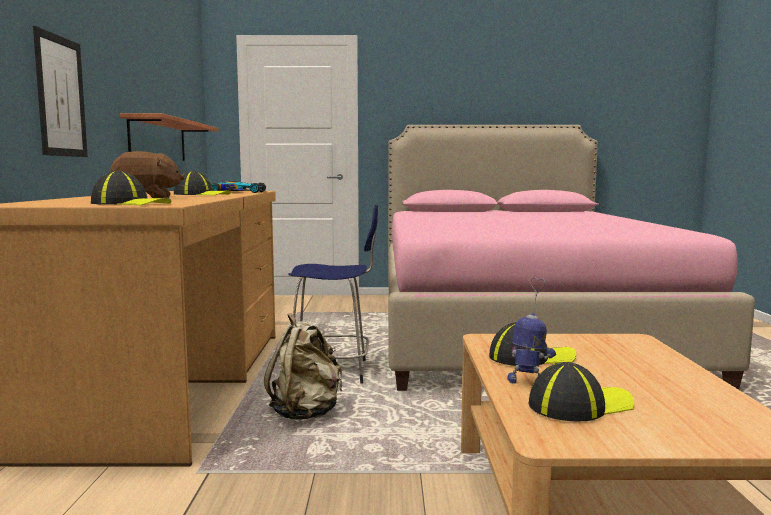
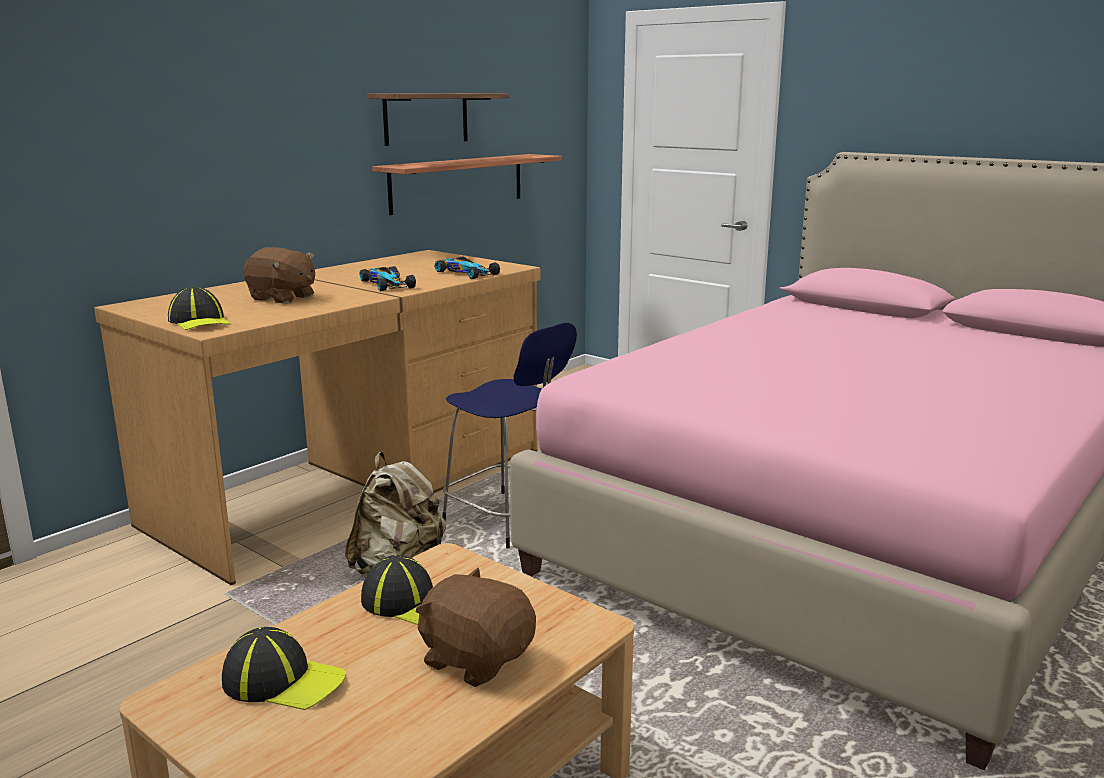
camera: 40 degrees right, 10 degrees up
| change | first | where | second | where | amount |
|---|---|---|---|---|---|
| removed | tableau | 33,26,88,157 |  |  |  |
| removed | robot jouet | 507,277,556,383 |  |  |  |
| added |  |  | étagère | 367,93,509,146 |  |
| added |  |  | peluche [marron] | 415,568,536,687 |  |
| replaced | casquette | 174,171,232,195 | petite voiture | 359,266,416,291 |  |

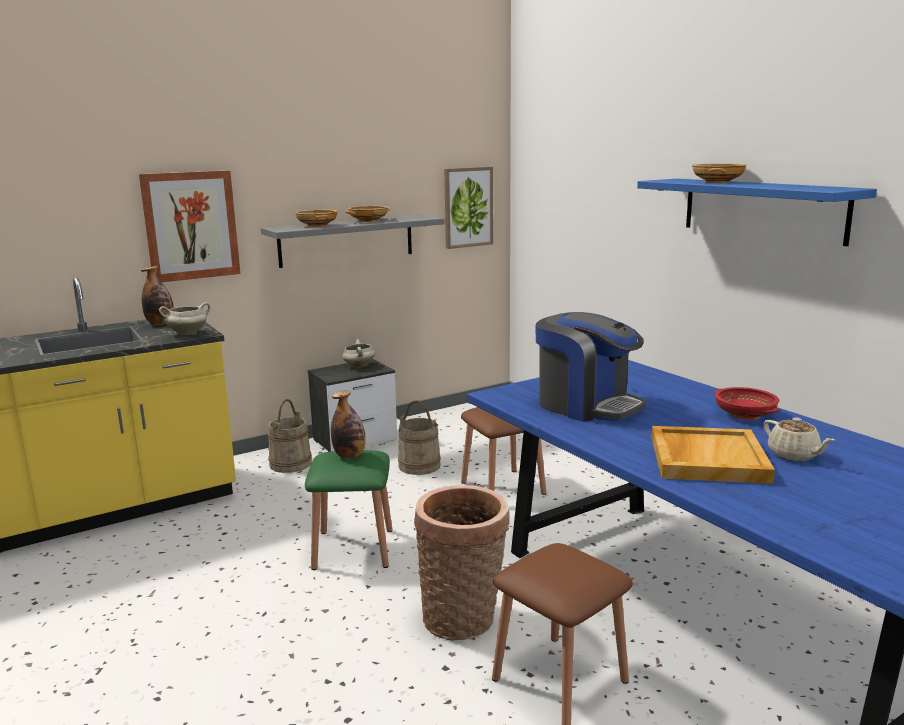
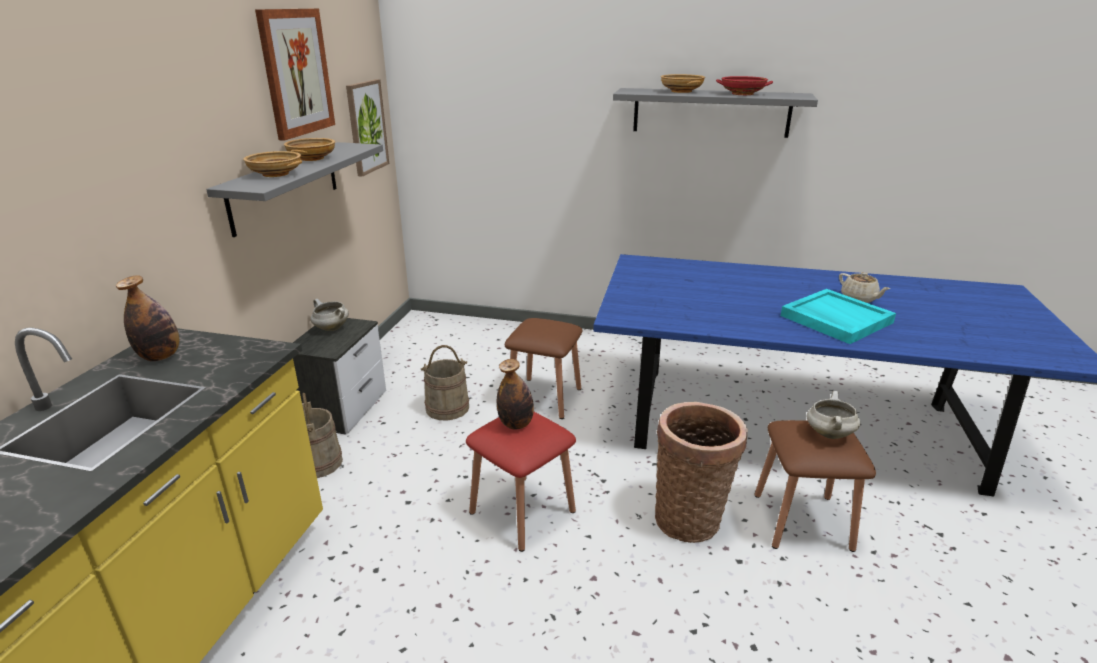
camera: 45 degrees left, 10 degrees up
| change | first | where | second | where | amount |
|---|---|---|---|---|---|
| removed | machine à café | 535,312,646,422 |  |  |  |
| moved | tableau | 139,171,240,282 |  | 255,9,335,141 |  |
| moved | marmite [blanc] | 159,302,210,335 |  | 807,391,860,439 |  |
| moved | bol [rouge] | 715,387,780,420 |  | 716,76,773,95 |  |
| recoloured | tabouret [vert] | 305,450,392,570 | tabouret [rouge] | 466,412,576,552 |  |
| recoloured | étagère [bleu] | 637,179,877,246 | étagère [gris] | 613,88,818,138 |  |
| recoloured | plateau [beige] | 652,426,775,484 | plateau [turquoise] | 781,289,896,344 |  |
| turned | théière [beige] | 763,418,835,461 |  | 839,272,891,303 | 45 degrees clockwise |

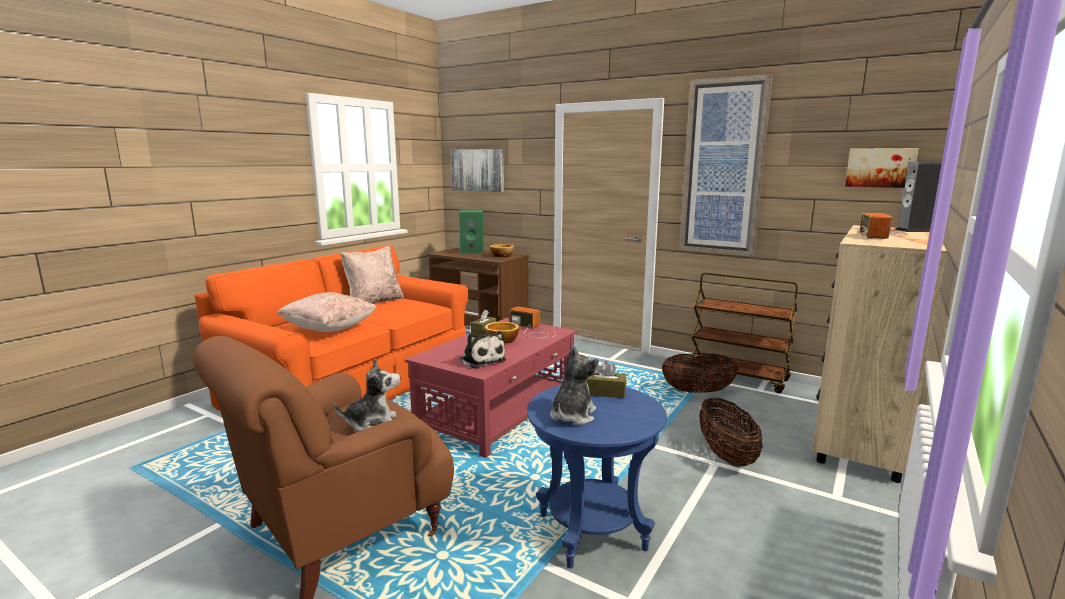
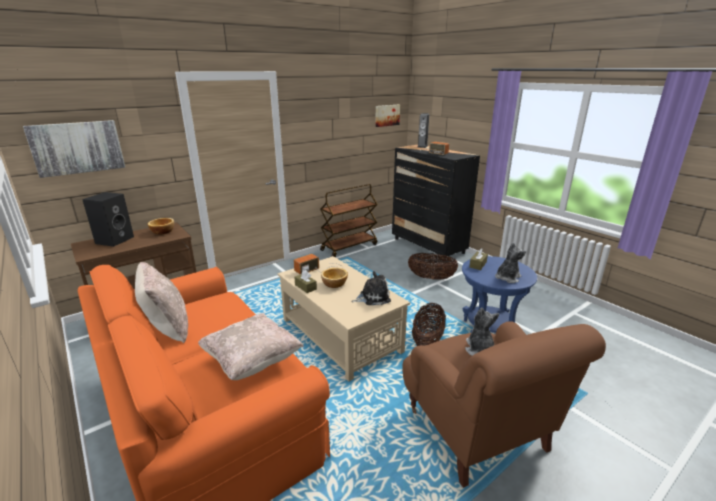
camera: 70 degrees left, 10 degrees up
| change | first | where | second | where | amount |
|---|---|---|---|---|---|
| removed | tableau | 679,74,773,257 |  |  |  |
| moved | panier | 662,353,738,393 |  | 412,303,446,346 |  |
| recoloured | table basse [rouge] | 405,318,577,458 | table basse [beige] | 278,256,410,382 |  |
| recoloured | enceinte [vert] | 459,210,484,254 | enceinte [noir] | 82,192,134,247 |  |
| recoloured | commode [beige] | 812,225,947,483 | commode [noir] | 392,145,480,256 |  |
| turned | peluche | 550,346,599,425 |  | 495,243,526,283 | 90 degrees clockwise |

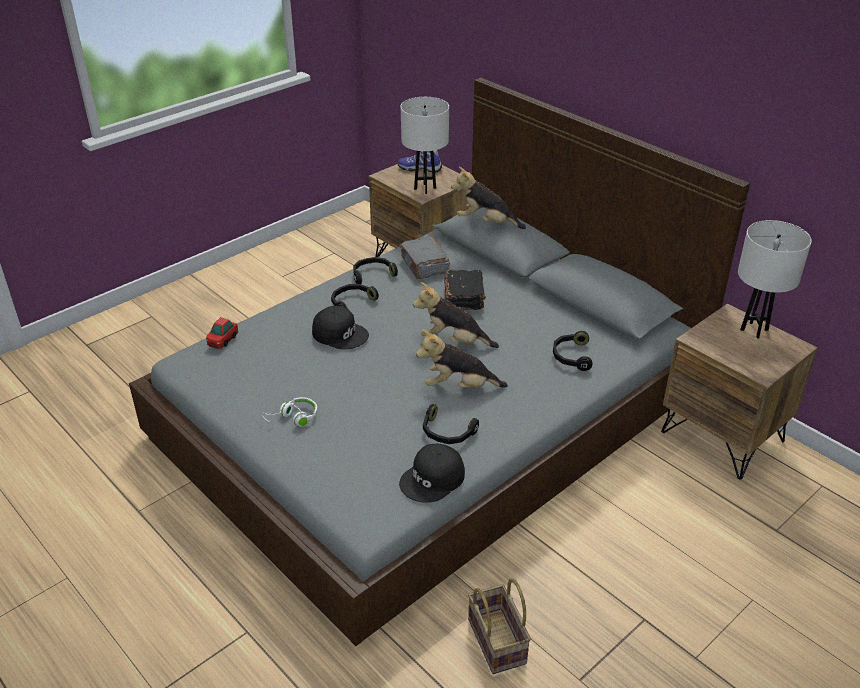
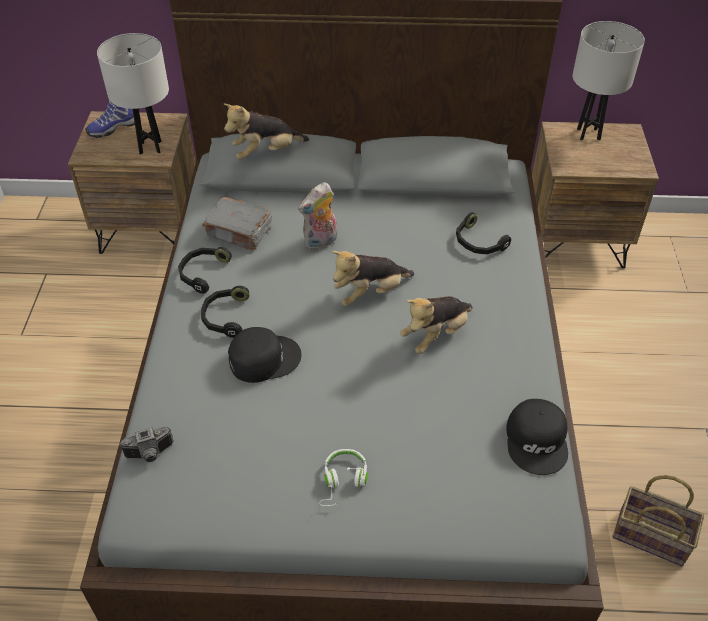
camera: 45 degrees left, 10 degrees up
| change | first | where | second | where | amount |
|---|---|---|---|---|---|
| removed | casque audio [noir] | 423,404,479,444 |  |  |  |
| replaced | petite voiture | 206,317,238,349 | appareil photo | 119,427,174,462 |  |
| replaced | livre [noir] | 444,270,486,310 | peluche | 298,182,338,251 |  |

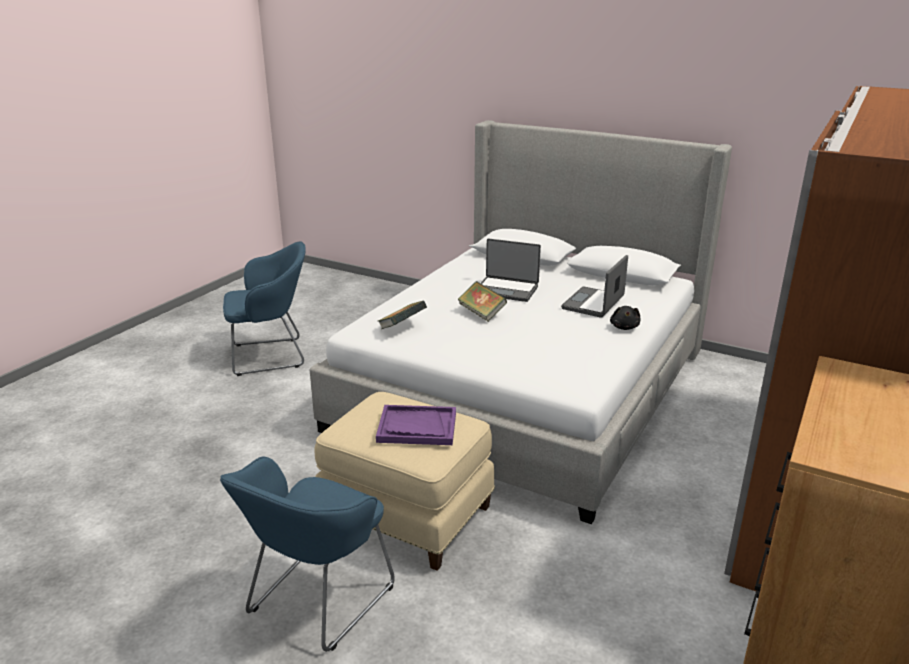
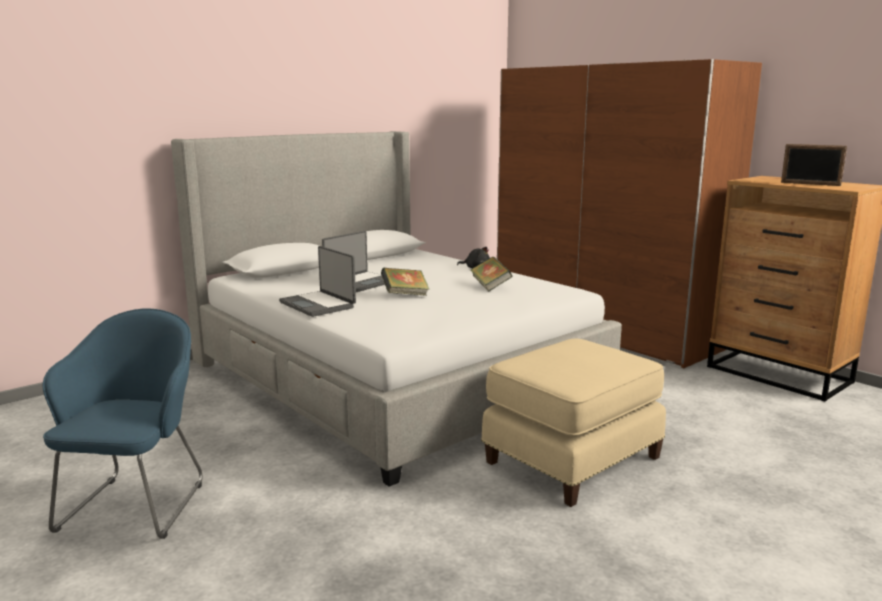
camera: 70 degrees left, 10 degrees down
| change | first | where | second | where | amount |
|---|---|---|---|---|---|
| removed | fauteuil [bleu] | 220,456,395,652 |  |  |  |
| removed | plateau [violet] | 376,405,456,445 |  |  |  |
| added |  |  | cadre photo | 781,144,847,186 |  |
| moved | livre | 378,300,427,329 |  | 471,257,512,292 |  |
| moved | ordinateur portable | 561,255,628,318 |  | 279,246,356,317 |  |

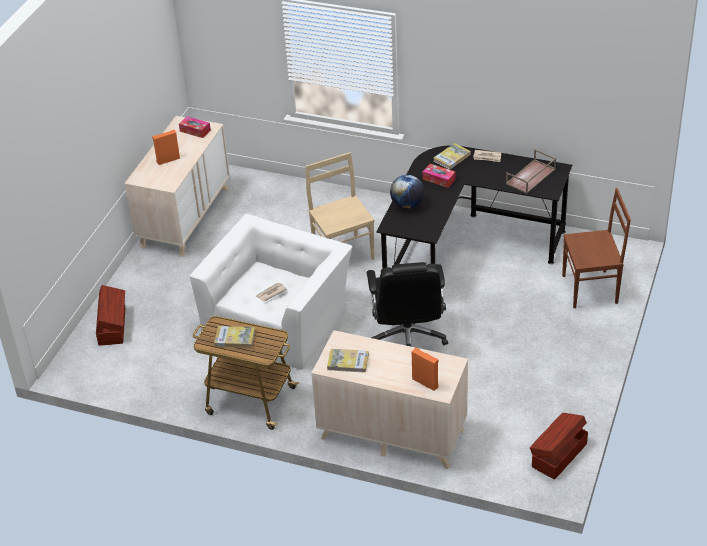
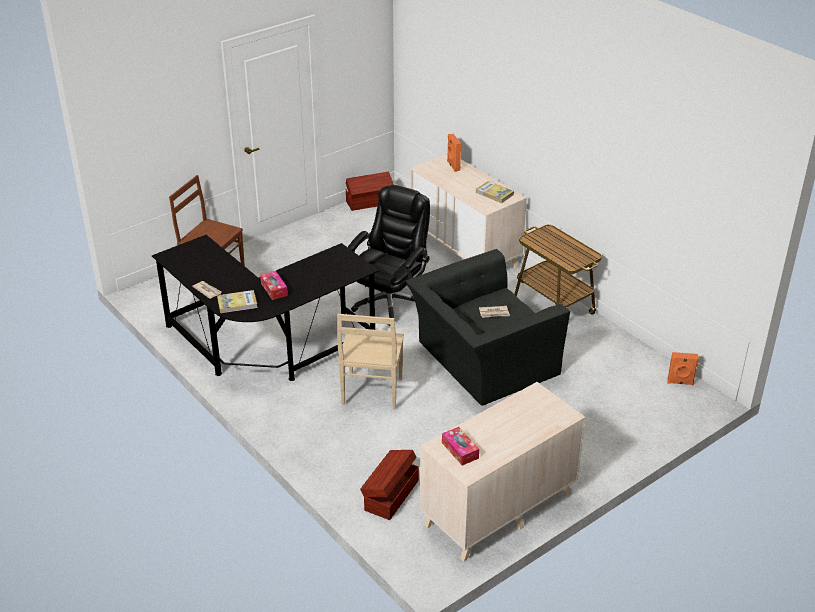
camera: 150 degrees left, 5 degrees down
| change | first | where | second | where | amount |
|---|---|---|---|---|---|
| removed | livre | 214,326,255,348 |  |  |  |
| removed | globe | 390,175,424,209 |  |  |  |
| removed | plateau [marron] | 506,149,556,194 |  |  |  |
| moved | boîte de rangement [marron] | 96,285,125,346 |  | 360,450,419,520 |  |
| moved | enceinte [orange] | 152,129,180,165 |  | 667,352,699,385 |  |
| recoloured | fauteuil [blanc] | 189,214,352,370 | fauteuil [noir] | 406,249,570,406 |  |

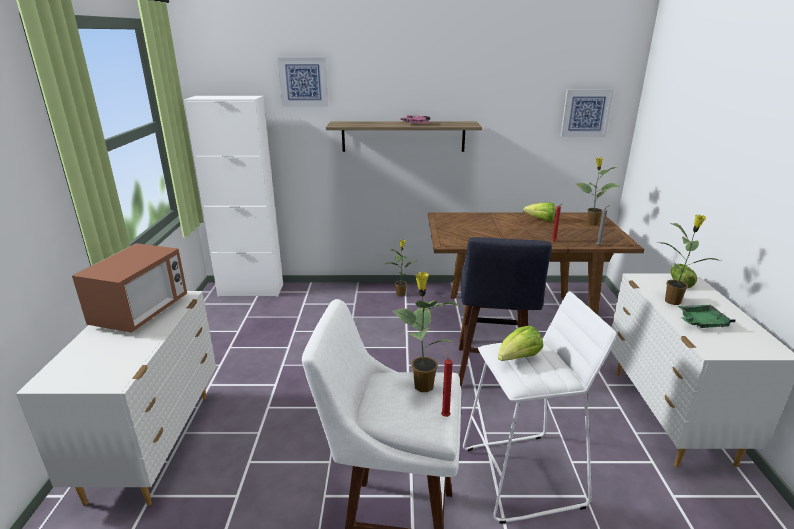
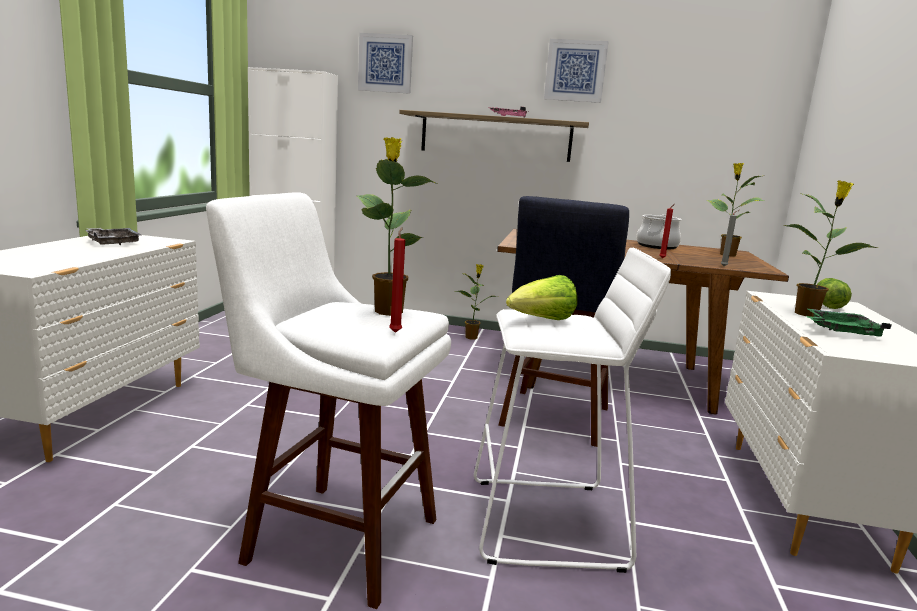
camera: 10 degrees right, 10 degrees down
| change | first | where | second | where | amount |
|---|---|---|---|---|---|
| moved | tableau | 560,90,614,137 |  | 544,39,609,103 |  |
| replaced | micro-ondes | 72,243,187,333 | plateau [gris] | 85,228,141,245 |  |
| replaced | laitue | 523,202,556,222 | marmite | 636,215,682,249 |  |

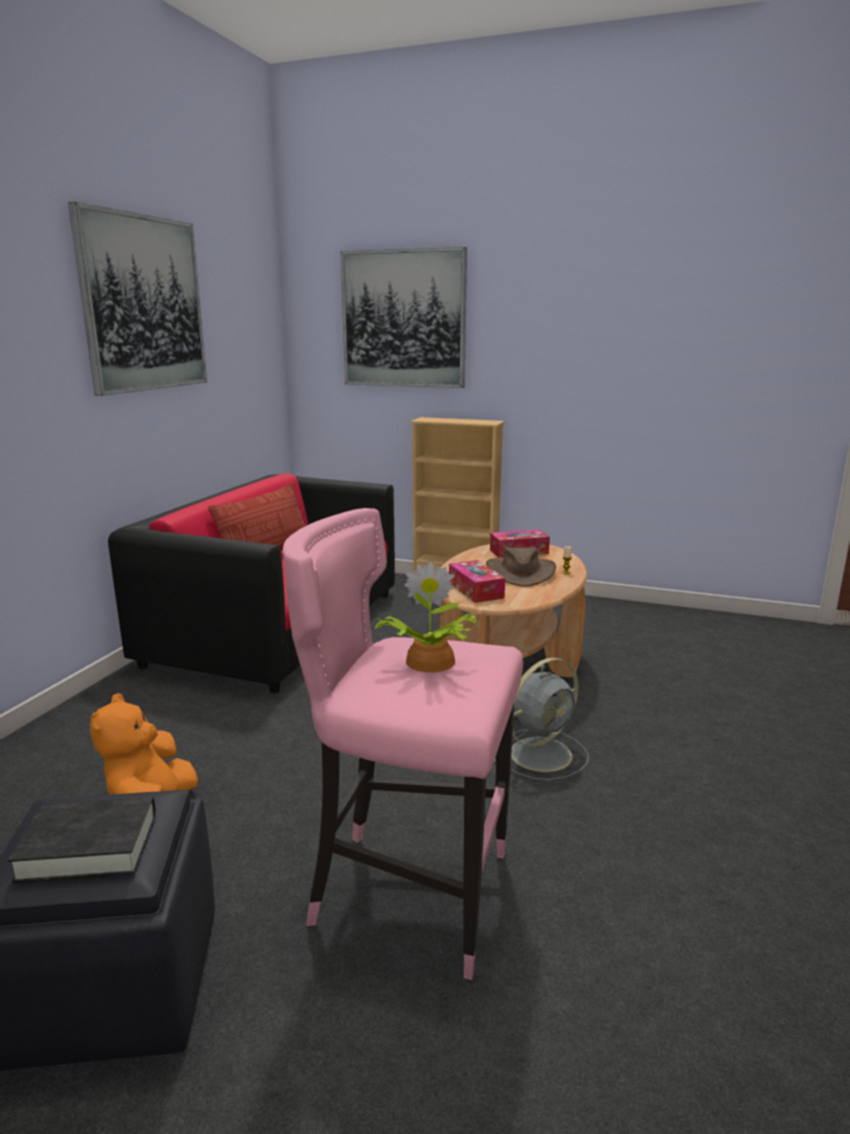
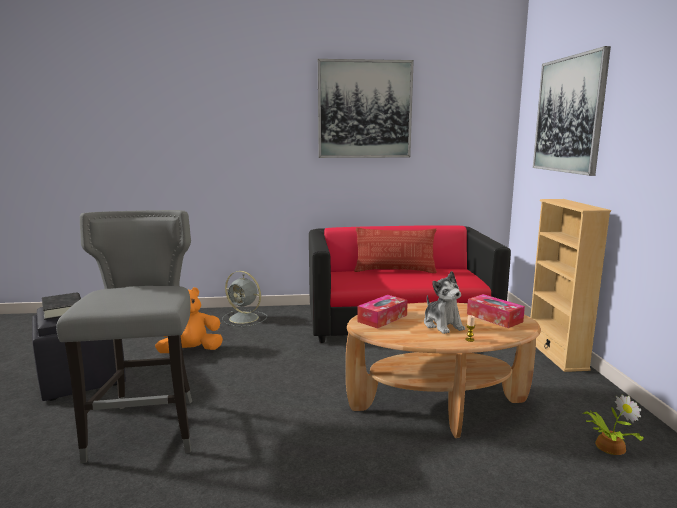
camera: 65 degrees right, 5 degrees down
| change | first | where | second | where | amount |
|---|---|---|---|---|---|
| moved | plante en pot | 374,561,476,673 |  | 583,395,644,455 |  |
| moved | ventilateur [gris] | 494,657,589,780 |  | 222,271,267,327 |  |
| replaced | chapeau [marron] | 486,547,556,587 | peluche | 424,271,465,334 |  |
| recoloured | tabouret [rose] | 283,508,523,980 | tabouret [gris] | 56,210,192,463 |  |

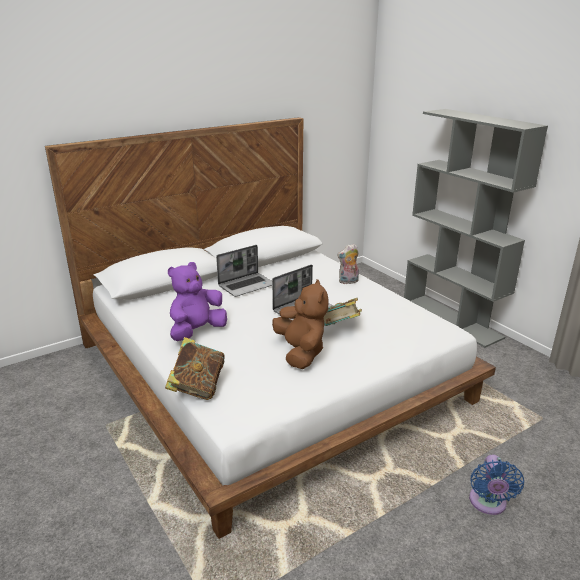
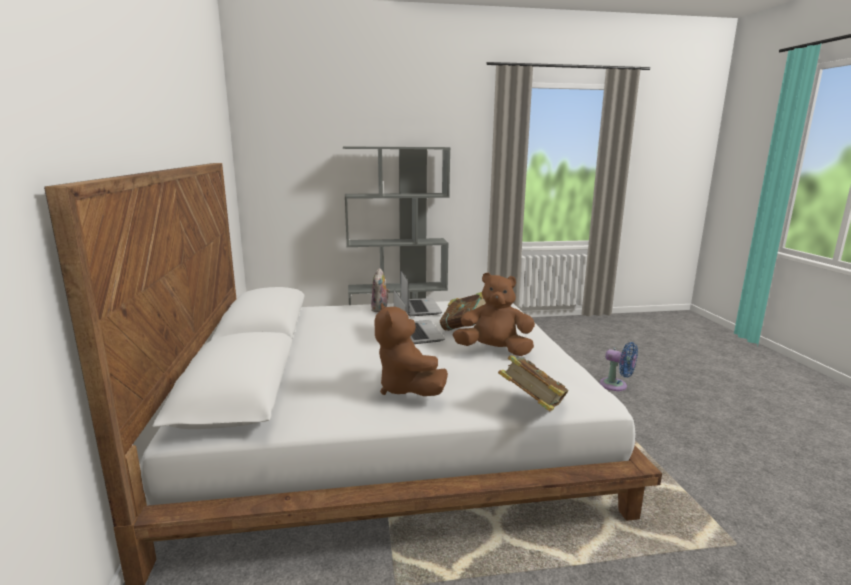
camera: 65 degrees left, 10 degrees down
| change | first | where | second | where | amount |
|---|---|---|---|---|---|
| moved | ordinateur portable | 216,245,272,297 |  | 401,270,442,316 |  |
| recoloured | peluche [violet] | 168,262,227,341 | peluche [marron] | 374,303,448,396 |  |

